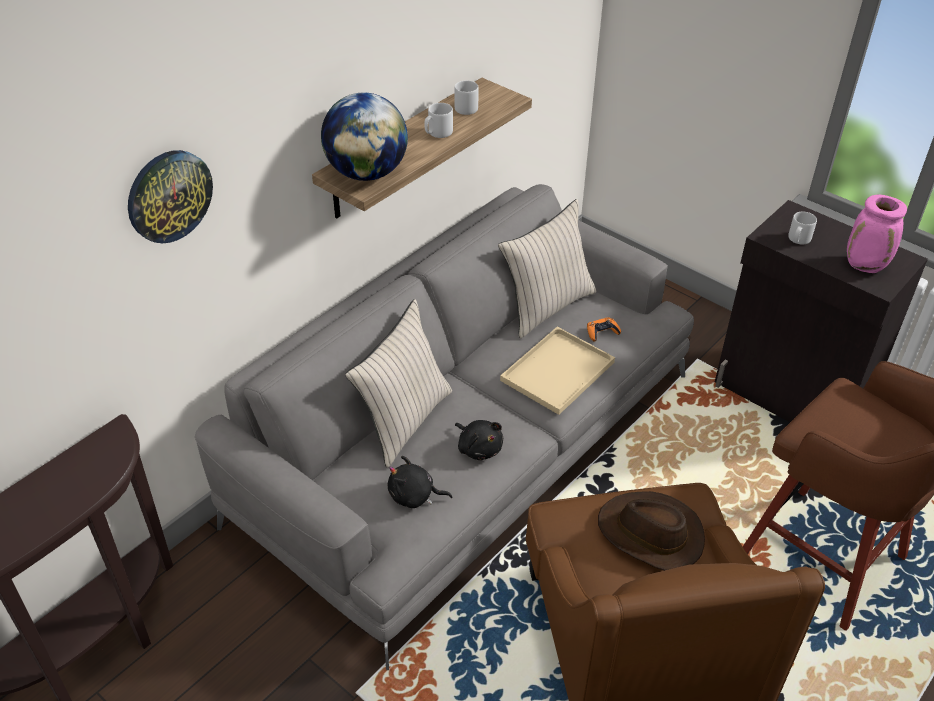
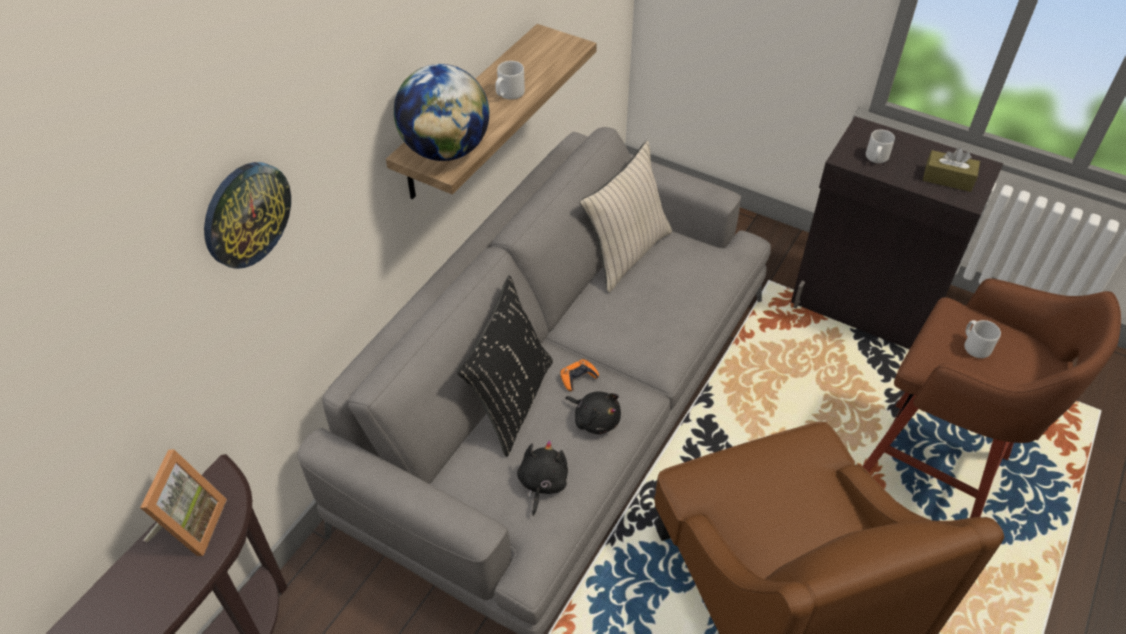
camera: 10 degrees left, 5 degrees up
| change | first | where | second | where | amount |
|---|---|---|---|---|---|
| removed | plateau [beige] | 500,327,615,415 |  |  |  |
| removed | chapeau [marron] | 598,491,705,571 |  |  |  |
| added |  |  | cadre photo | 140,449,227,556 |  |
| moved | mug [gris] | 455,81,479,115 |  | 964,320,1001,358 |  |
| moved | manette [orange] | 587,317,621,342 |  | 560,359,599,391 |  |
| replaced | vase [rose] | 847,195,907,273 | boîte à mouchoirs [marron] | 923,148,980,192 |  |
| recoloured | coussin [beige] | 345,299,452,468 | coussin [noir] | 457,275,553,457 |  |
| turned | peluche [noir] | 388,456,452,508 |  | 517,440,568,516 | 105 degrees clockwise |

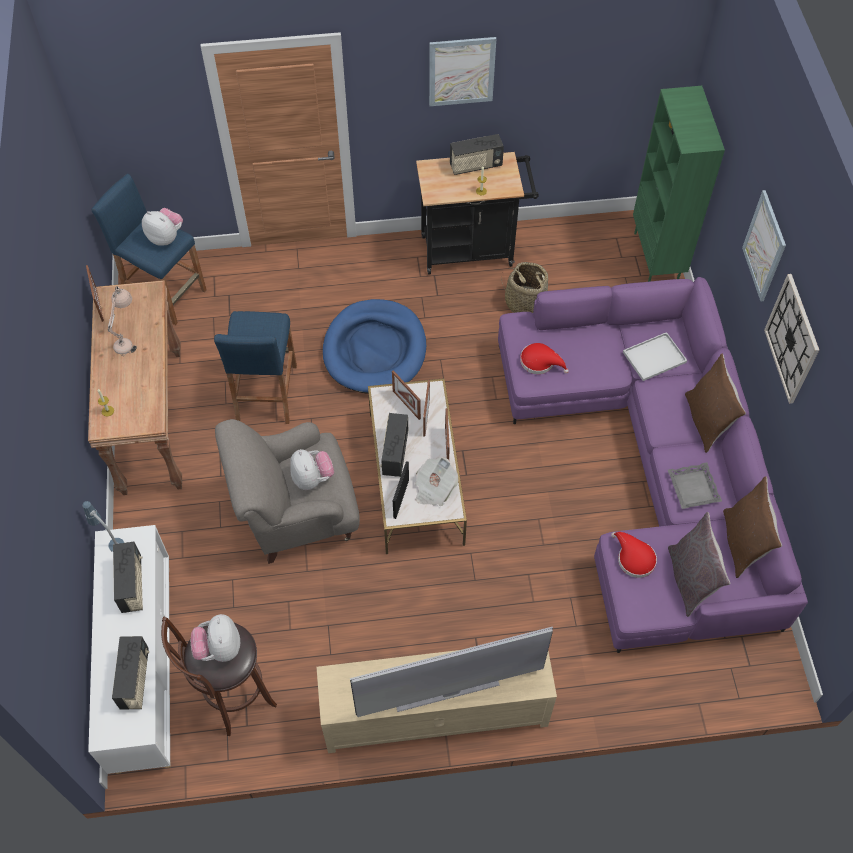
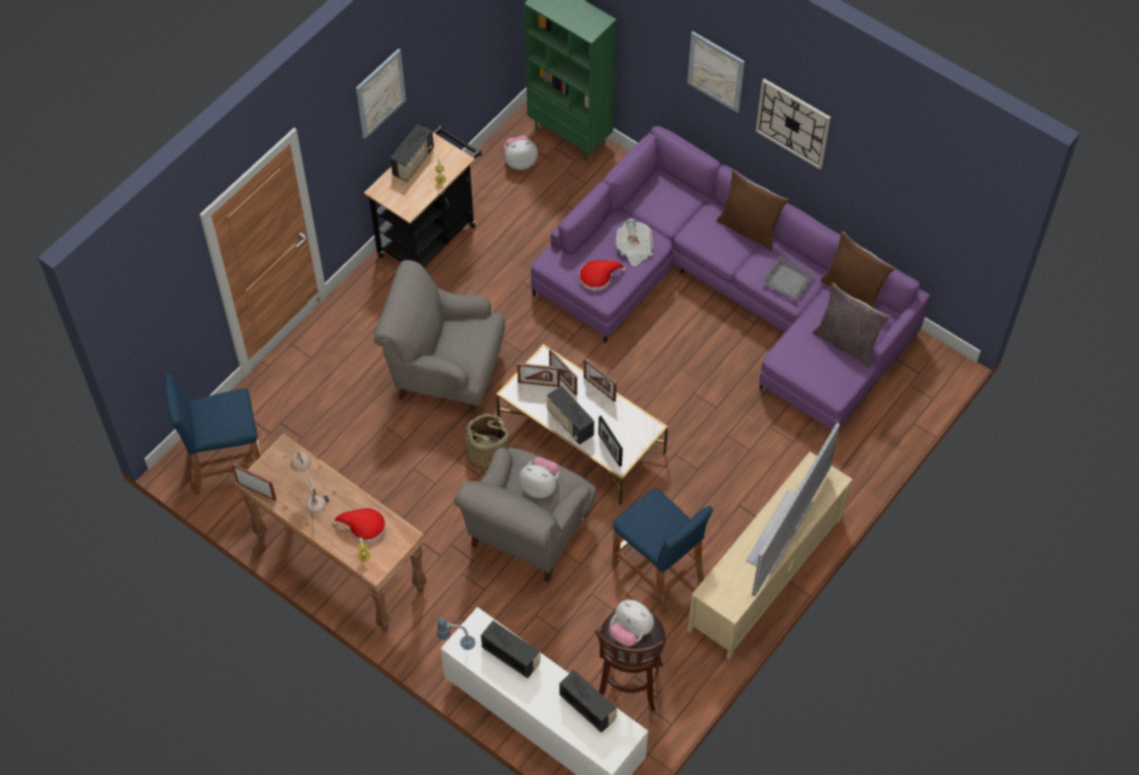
camera: 45 degrees left, 0 degrees up
| change | first | where | second | where | amount |
|---|---|---|---|---|---|
| removed | plateau [blanc] | 623,332,687,381 |  |  |  |
| moved | peluche | 142,208,183,246 |  | 504,135,538,170 |  |
| moved | tabouret [bleu] | 214,311,297,424 |  | 612,488,713,614 |  |
| moved | journal | 415,457,458,506 |  | 616,219,653,266 |  |
| moved | panier | 501,262,548,313 |  | 455,414,514,470 |  |
| moved | chapeau [rouge] | 611,532,657,578 |  | 332,508,386,543 |  |
| replaced | panier pour chien [bleu] | 323,299,426,394 | fauteuil [gris] | 374,260,505,413 |  |

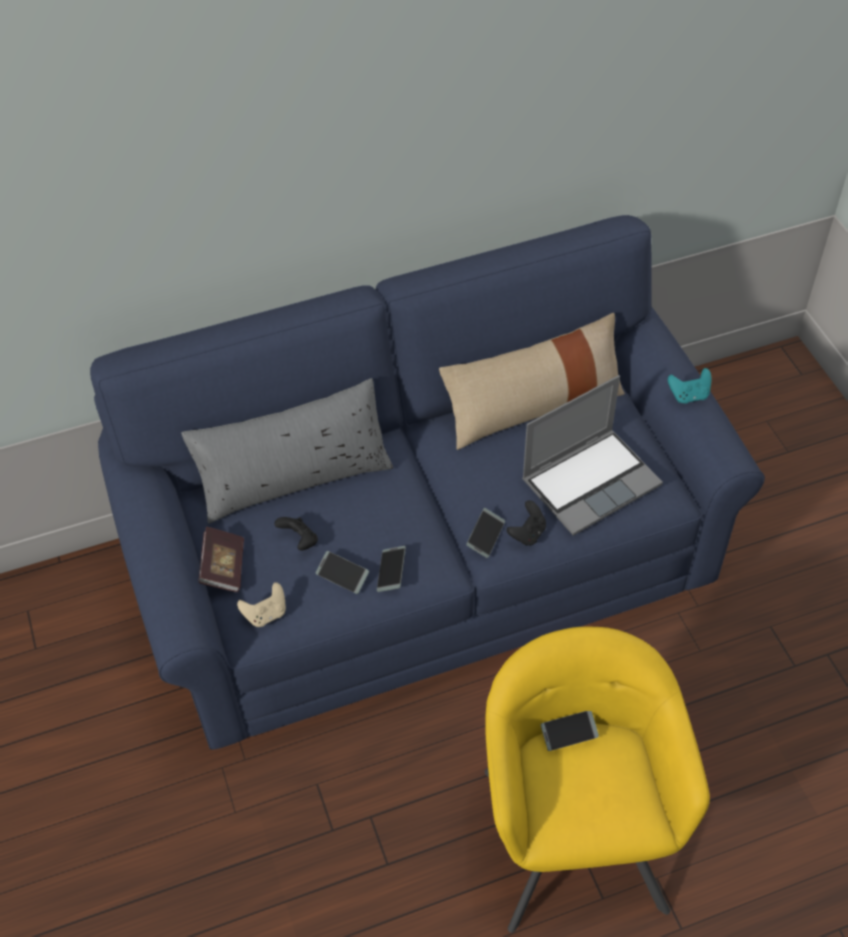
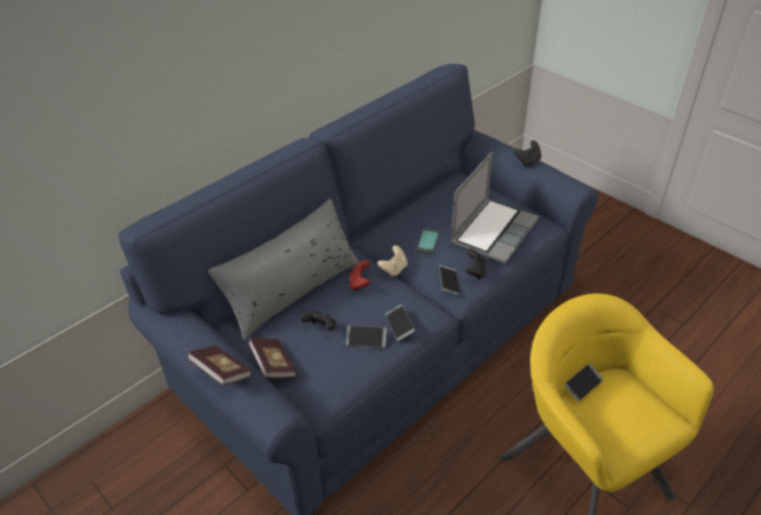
camera: 25 degrees left, 10 degrees down
| change | first | where | second | where | amount |
|---|---|---|---|---|---|
| removed | coussin [beige] | 439,313,625,450 |  |  |  |
| added |  |  | livre | 187,346,252,386 |  |
| added |  |  | manette [rouge] | 349,260,370,291 |  |
| added |  |  | téléphone | 417,229,439,254 |  |
| moved | manette [beige] | 237,582,286,627 |  | 378,245,407,277 |  |
| recoloured | manette [turquoise] | 668,368,711,403 | manette [noir] | 514,140,541,166 |  |

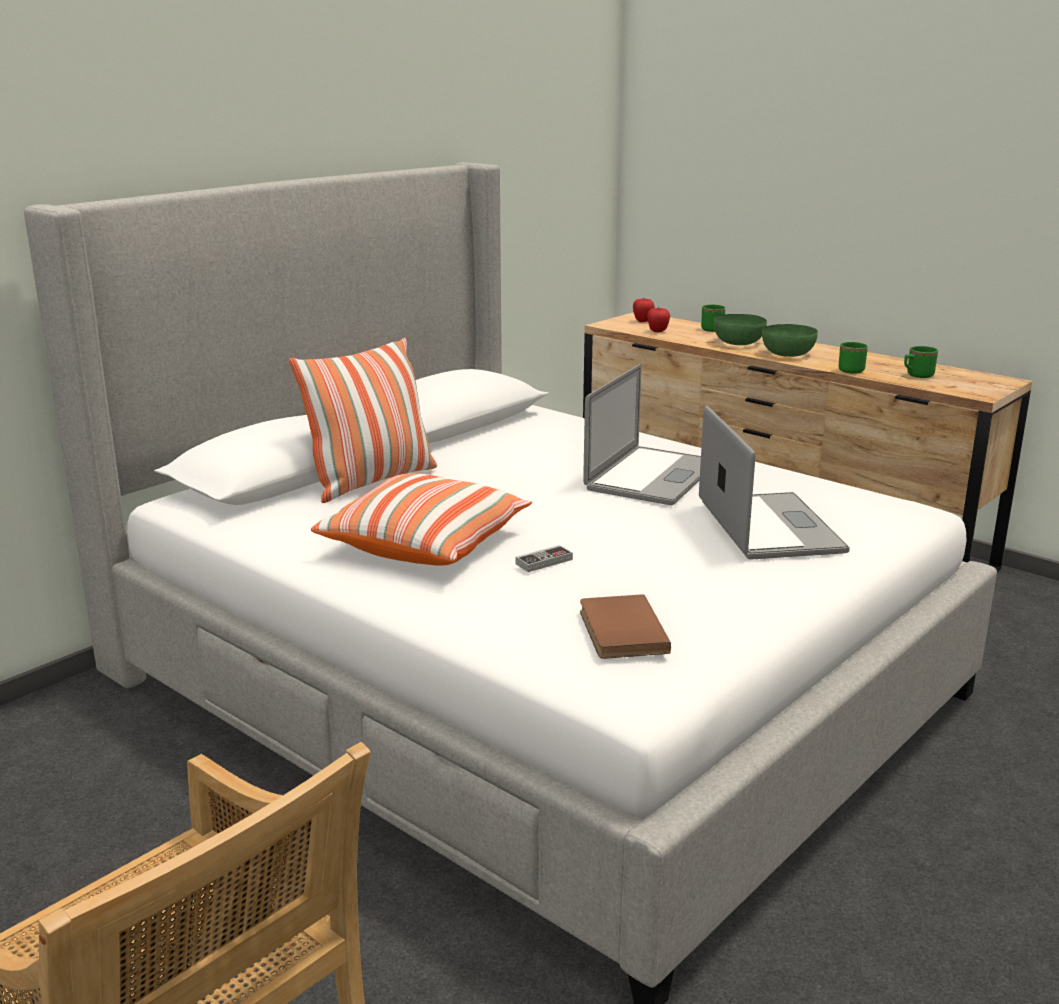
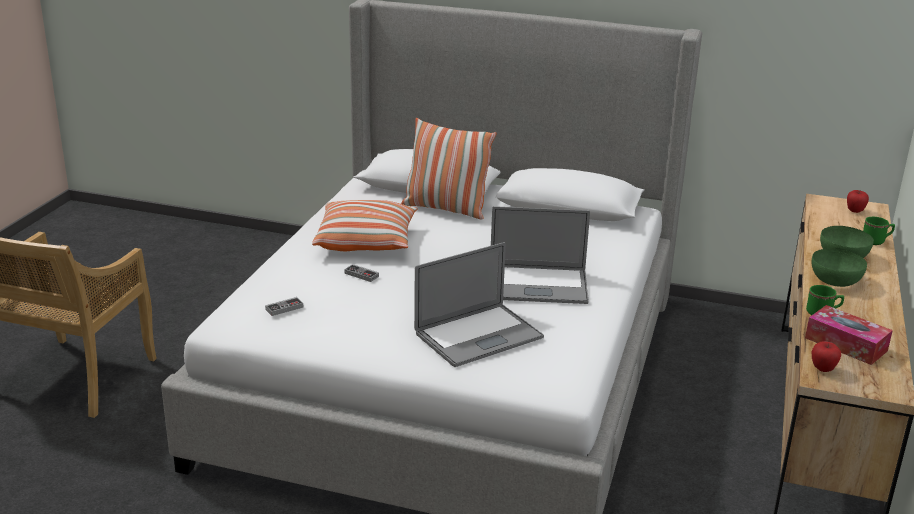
camera: 65 degrees right, 5 degrees up
| change | first | where | second | where | amount |
|---|---|---|---|---|---|
| moved | pomme | 647,307,670,332 |  | 812,341,841,372 |  |
| replaced | livre [marron] | 580,594,671,659 | manette | 265,297,303,316 |  |
| replaced | mug [vert] | 904,346,938,378 | boîte à mouchoirs | 805,305,893,365 |  |

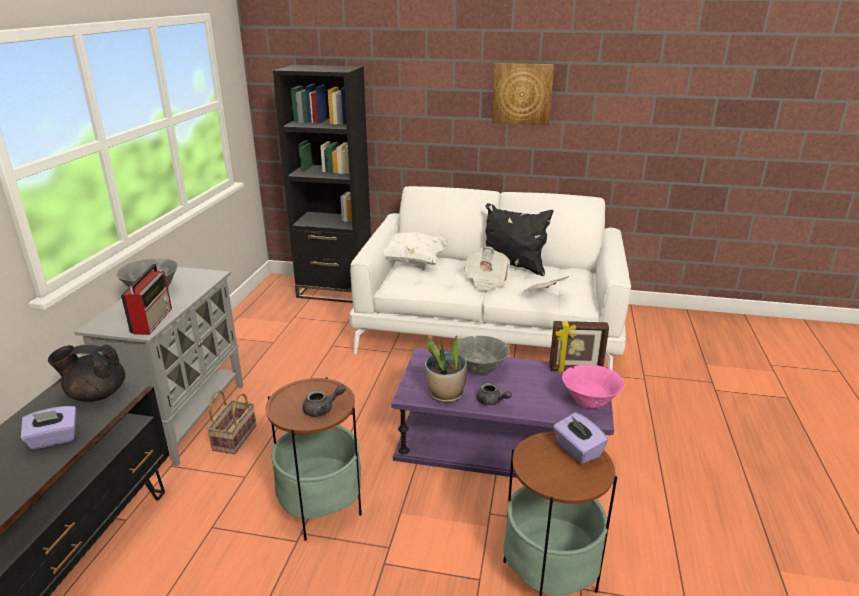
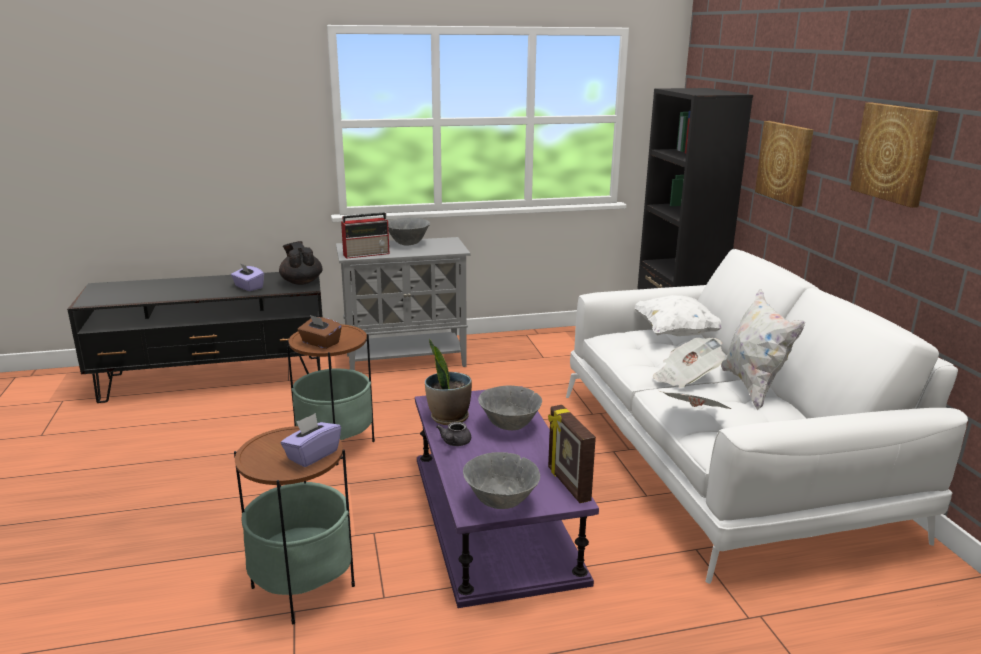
camera: 65 degrees right, 5 degrees down
| change | first | where | second | where | amount |
|---|---|---|---|---|---|
| removed | panier | 207,390,256,454 |  |  |  |
| added |  |  | tableau | 755,121,814,207 |  |
| replaced | théière [gris] | 303,384,346,417 | boîte à mouchoirs [marron] | 298,315,342,349 |  |
| recoloured | coussin [noir] | 485,203,553,276 | coussin [blanc] | 721,289,806,410 |  |
| recoloured | bol [rose] | 562,364,624,408 | bol [gris] | 463,452,540,509 |  |

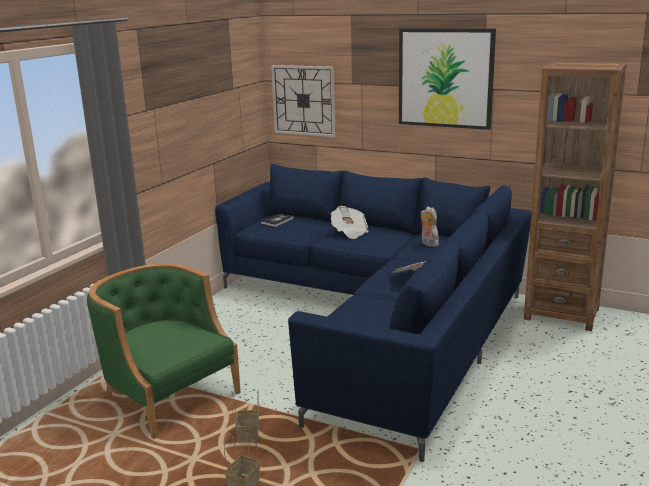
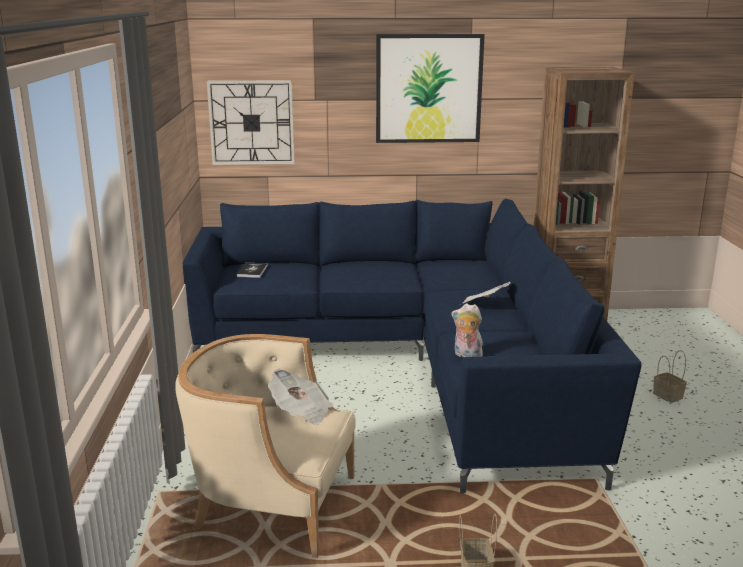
camera: 30 degrees left, 0 degrees up
| change | first | where | second | where | amount |
|---|---|---|---|---|---|
| moved | panier | 231,390,259,442 |  | 653,350,687,403 |  |
| moved | journal | 331,206,369,239 |  | 268,369,333,425 |  |
| moved | peluche | 421,206,439,247 |  | 451,303,483,357 |  |
| recoloured | fauteuil [vert] | 87,263,241,439 | fauteuil [beige] | 175,334,356,558 |  |

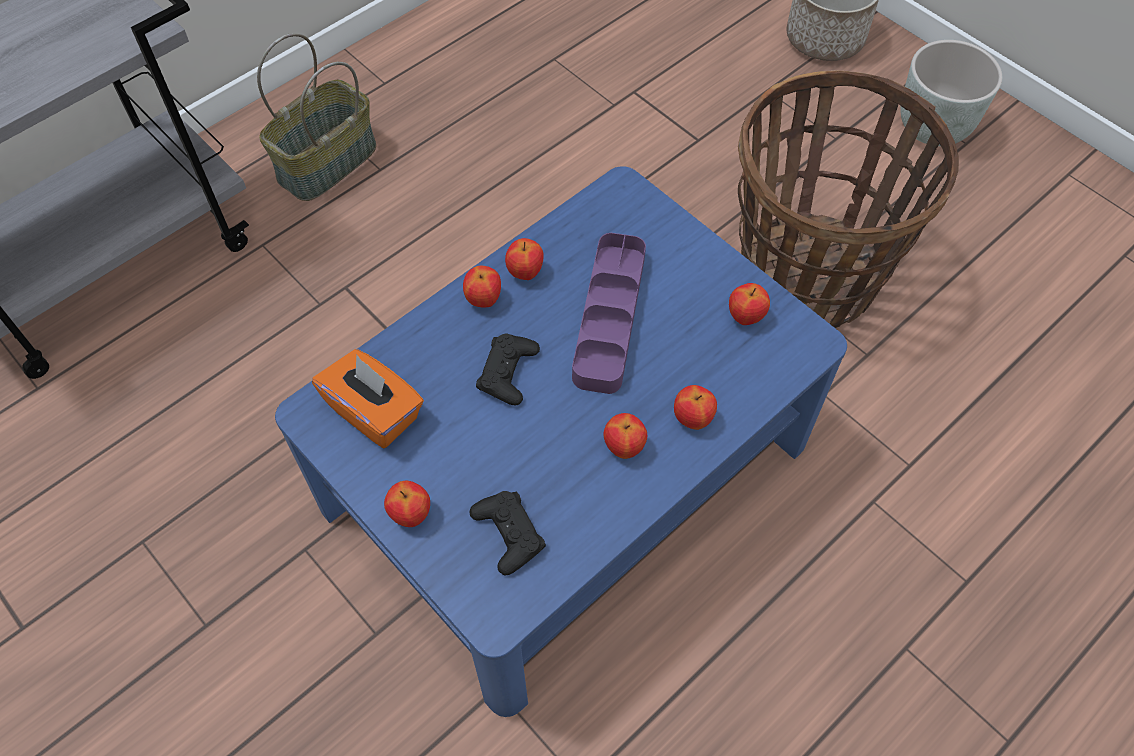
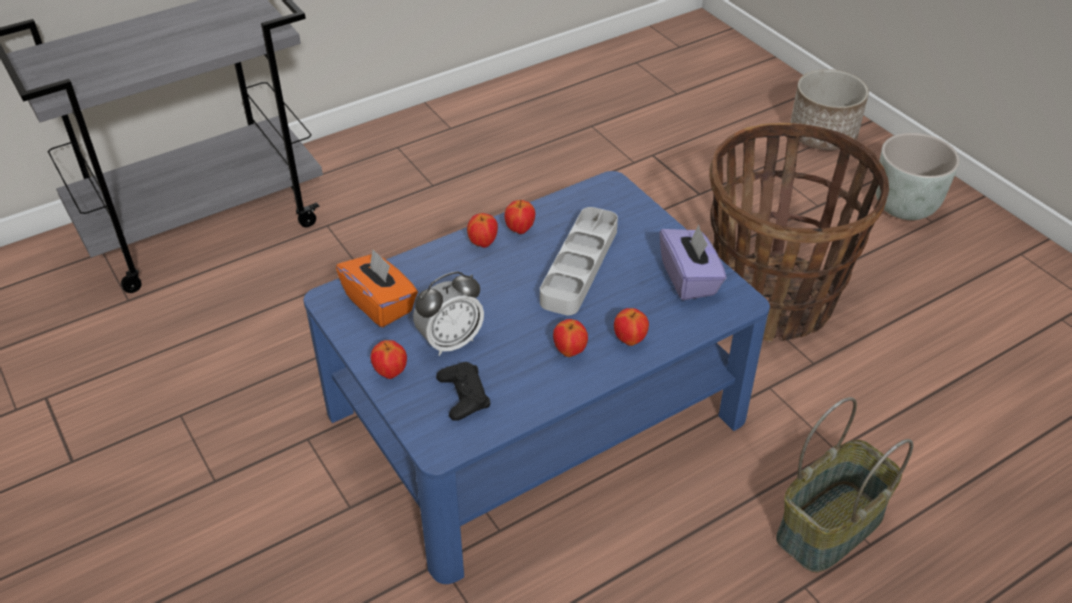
camera: 10 degrees right, 15 degrees down
| change | first | where | second | where | amount |
|---|---|---|---|---|---|
| removed | manette [noir] | 476,334,540,405 |  |  |  |
| added |  |  | réveil | 413,271,484,356 |  |
| moved | panier | 257,33,376,201 |  | 776,397,913,572 |  |
| replaced | pomme | 729,283,770,325 | boîte à mouchoirs [violet] | 660,225,726,300 |  |
| recoloured | plateau [violet] | 572,233,646,394 | plateau [gris] | 540,207,618,315 |  |

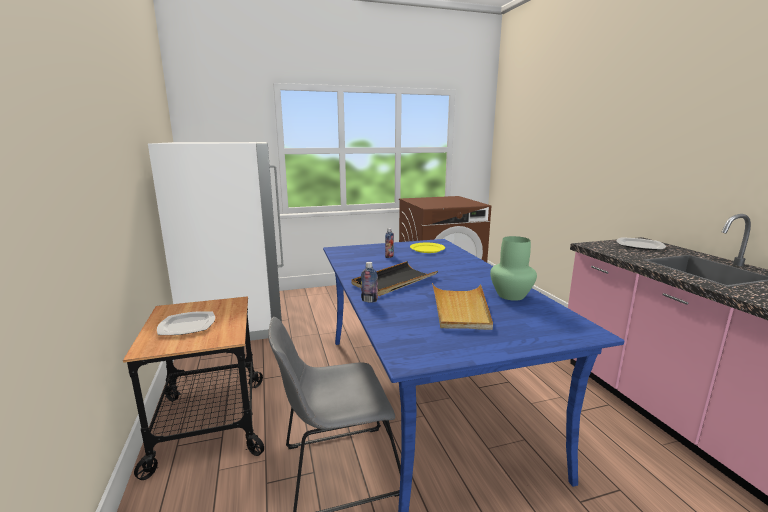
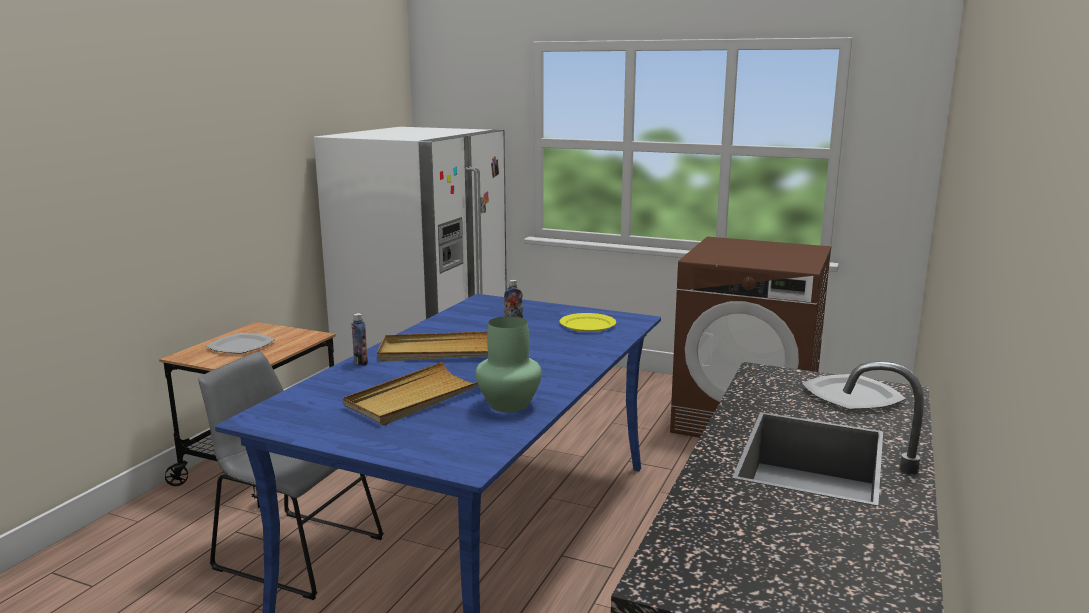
camera: 40 degrees right, 0 degrees up
| change | first | where | second | where | amount |
|---|---|---|---|---|---|
| recoloured | plateau [noir] | 352,261,438,296 | plateau [beige] | 377,331,488,362 |  |

